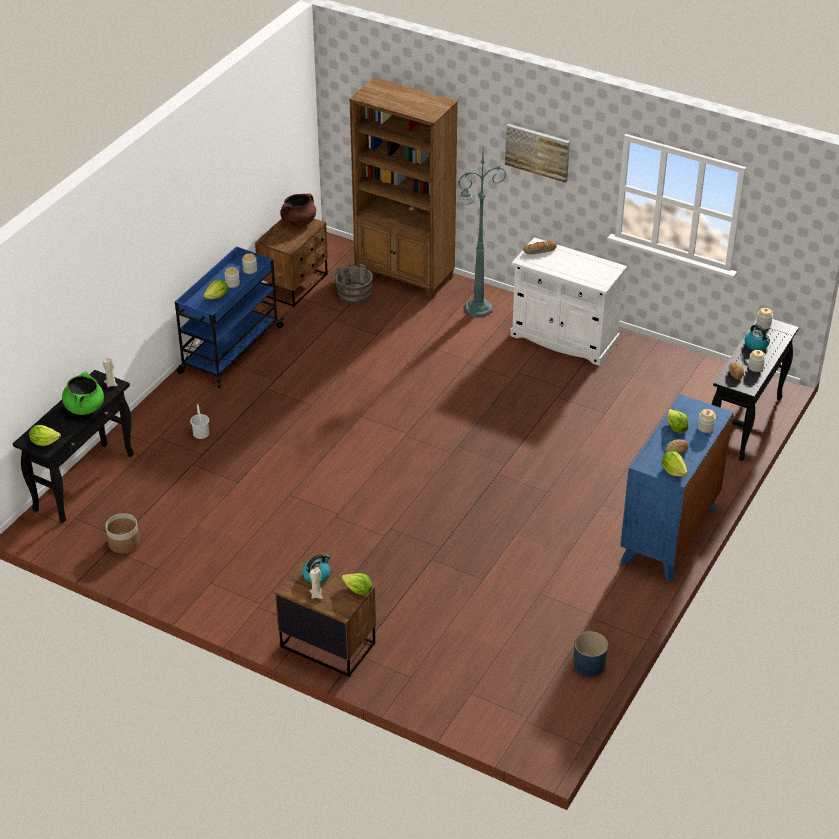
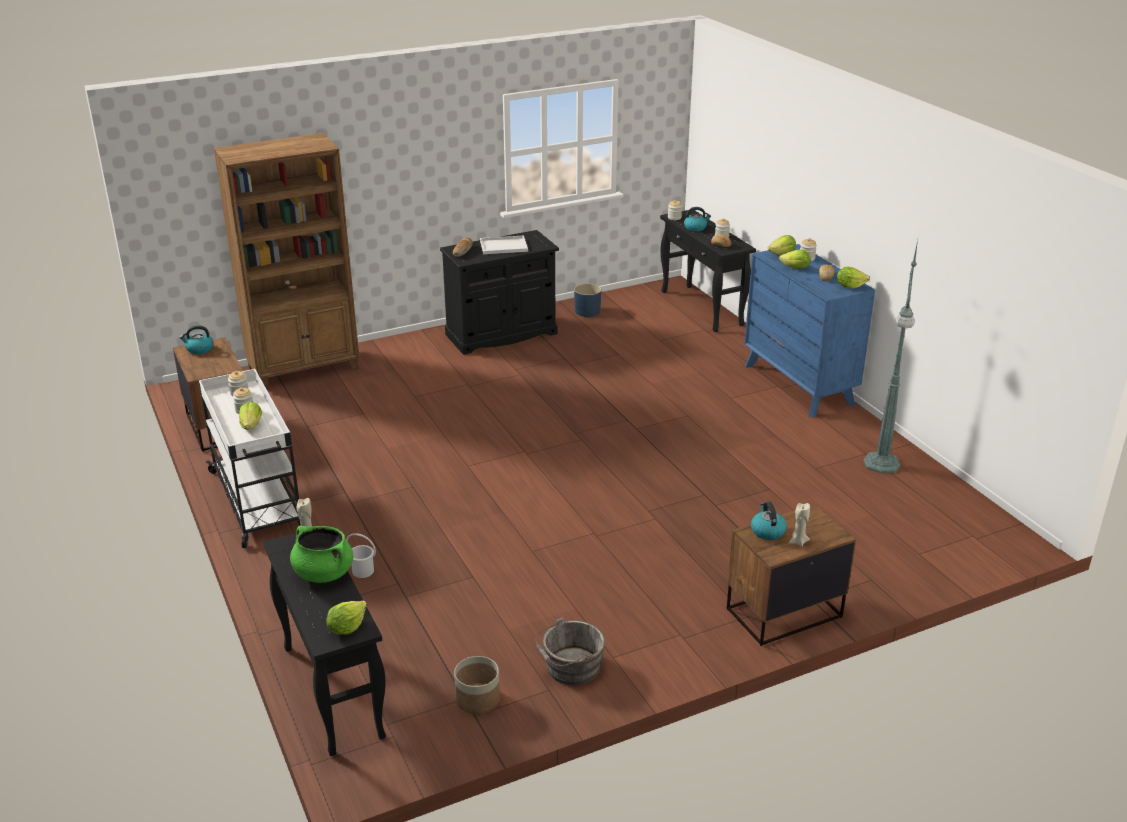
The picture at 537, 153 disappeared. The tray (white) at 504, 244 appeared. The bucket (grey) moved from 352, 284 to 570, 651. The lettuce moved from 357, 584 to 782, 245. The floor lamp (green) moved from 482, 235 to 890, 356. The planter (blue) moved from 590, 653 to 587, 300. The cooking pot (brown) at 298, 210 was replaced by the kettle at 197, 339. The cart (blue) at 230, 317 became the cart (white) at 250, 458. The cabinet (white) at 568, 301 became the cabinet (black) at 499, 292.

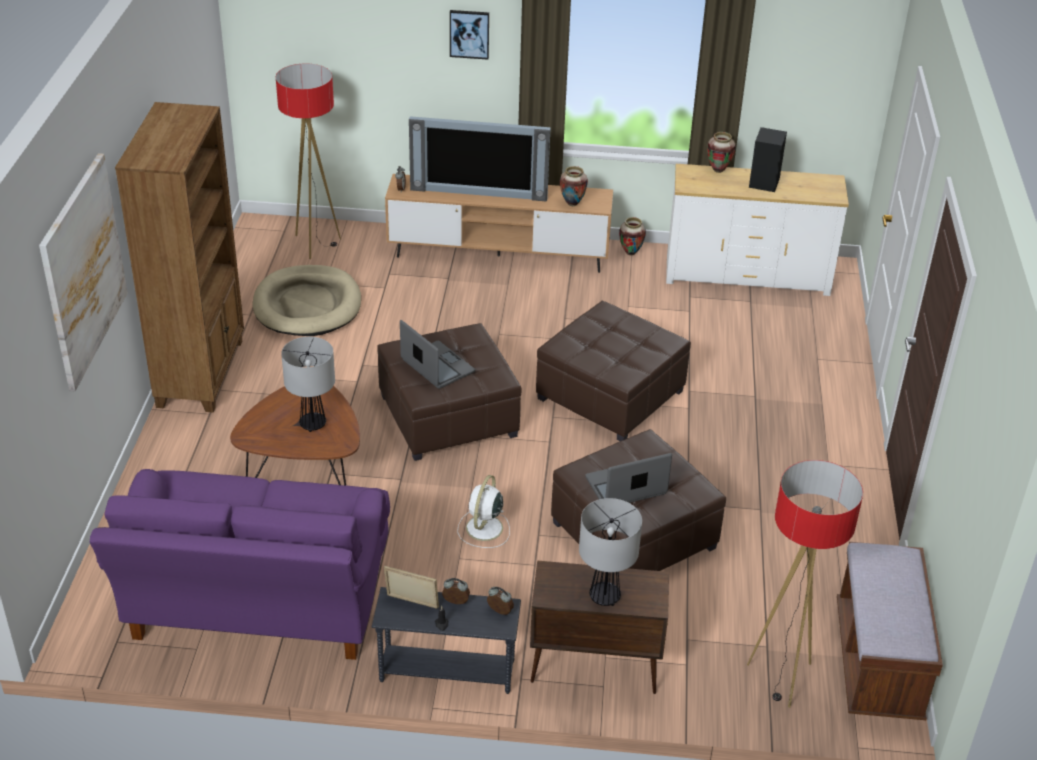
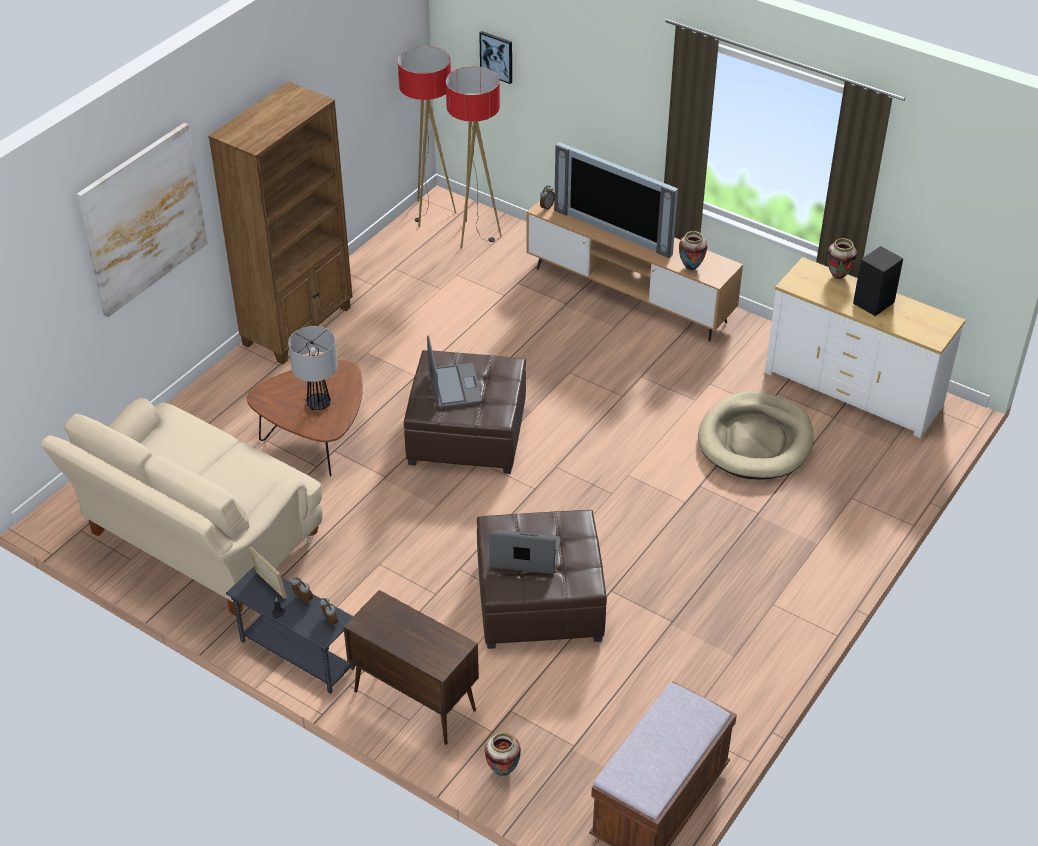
The fan (white) at 483, 511 disappeared. The ottoman (brown) at 613, 371 disappeared. The table lamp at 610, 552 disappeared. The dog bed (beige) moved from 307, 300 to 756, 435. The picture moved from 469, 35 to 495, 57. The vase moved from 632, 236 to 503, 754. The floor lamp moved from 805, 584 to 427, 136. The sofa (purple) at 239, 564 became the sofa (beige) at 182, 507.

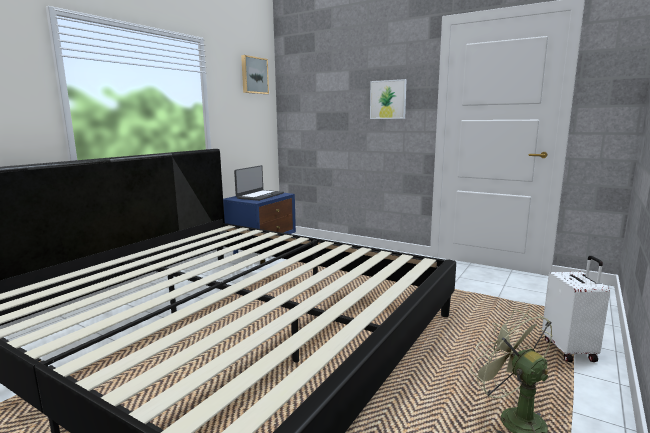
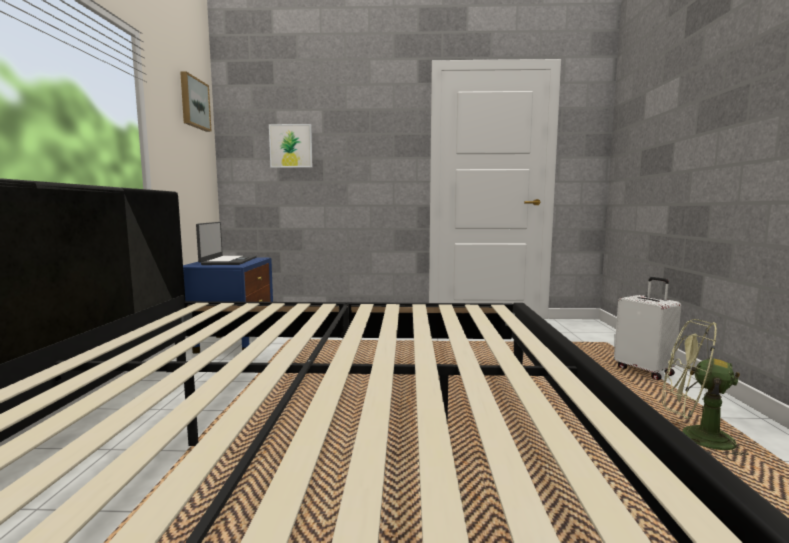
The picture moved from 388, 99 to 291, 146.

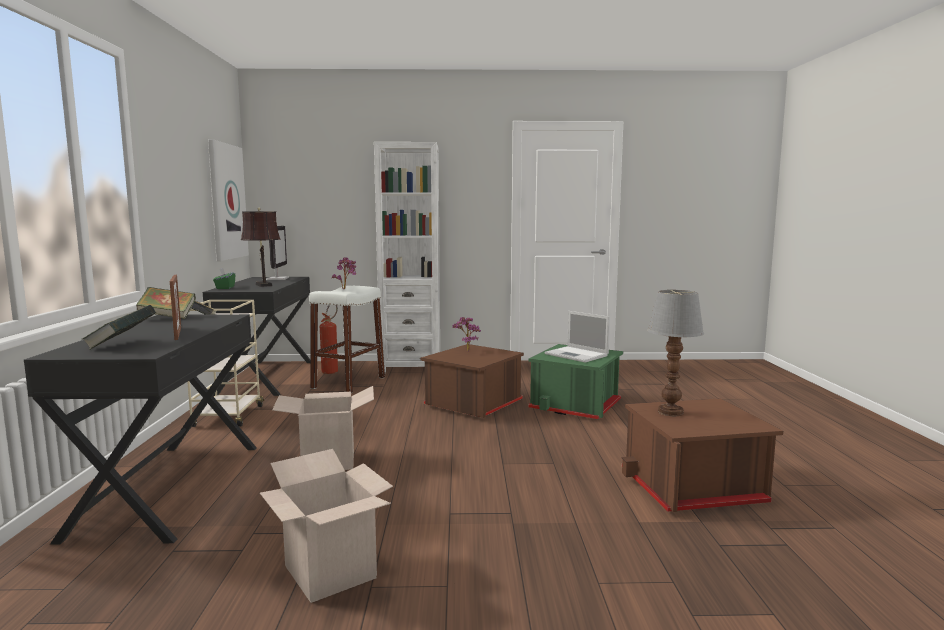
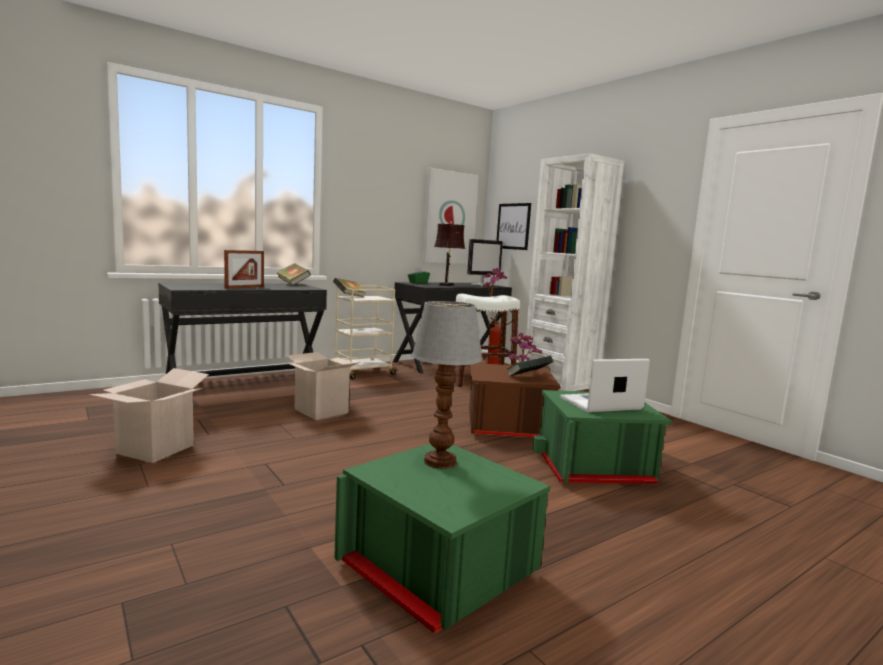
The picture at 513, 226 appeared. The book moved from 118, 327 to 530, 366. The storage box (brown) at 702, 455 became the storage box (green) at 442, 539. The laptop at 577, 337 turned 60 degrees clockwise.

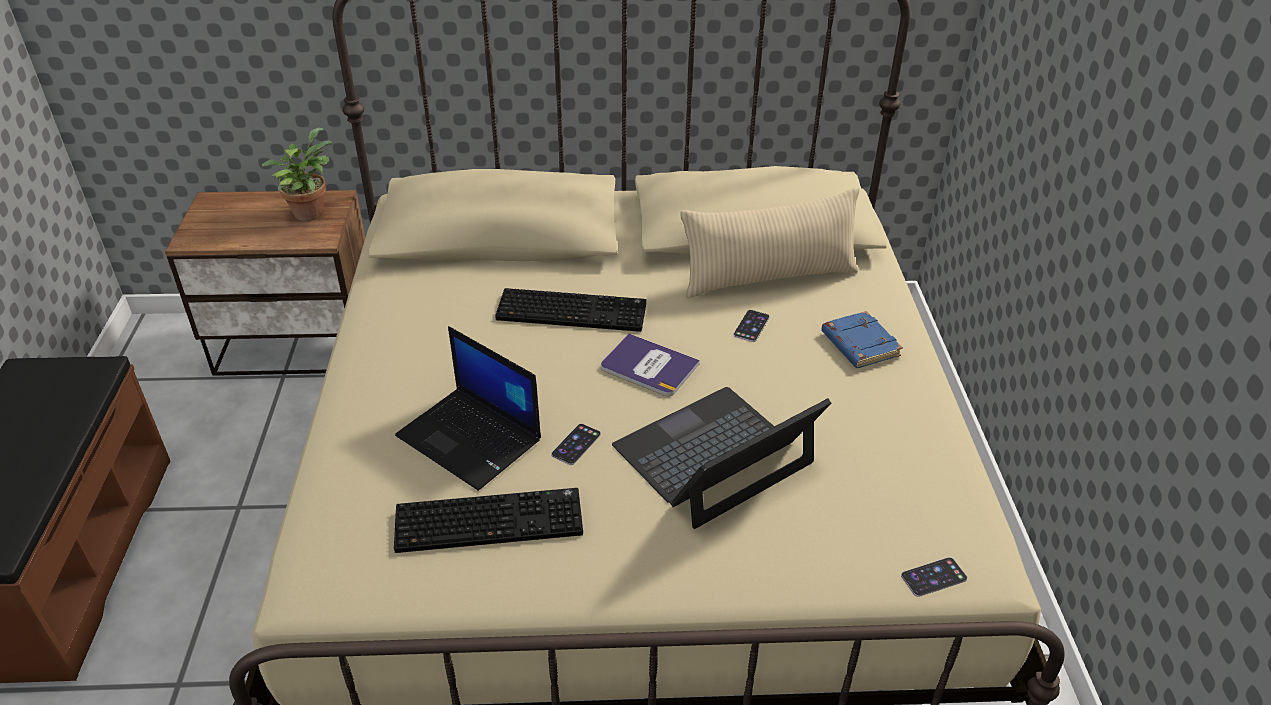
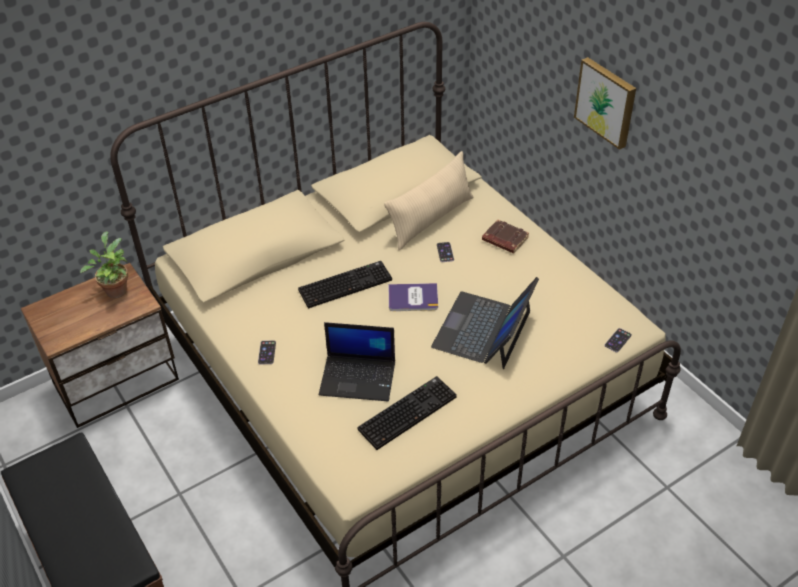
The picture at 605, 103 appeared. The phone moved from 576, 444 to 267, 352. The book (blue) at 862, 339 became the book (brown) at 505, 236.

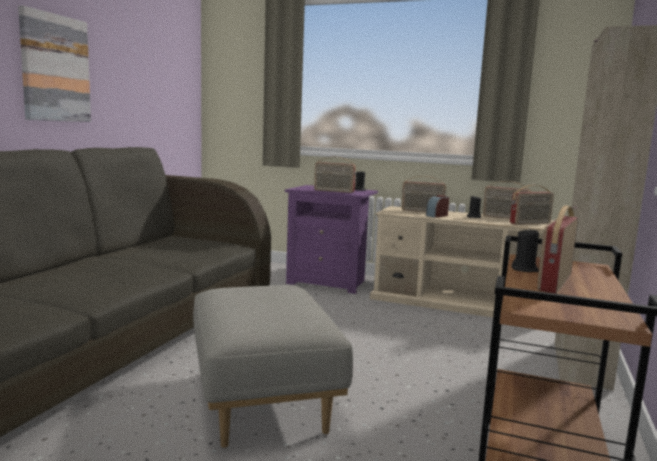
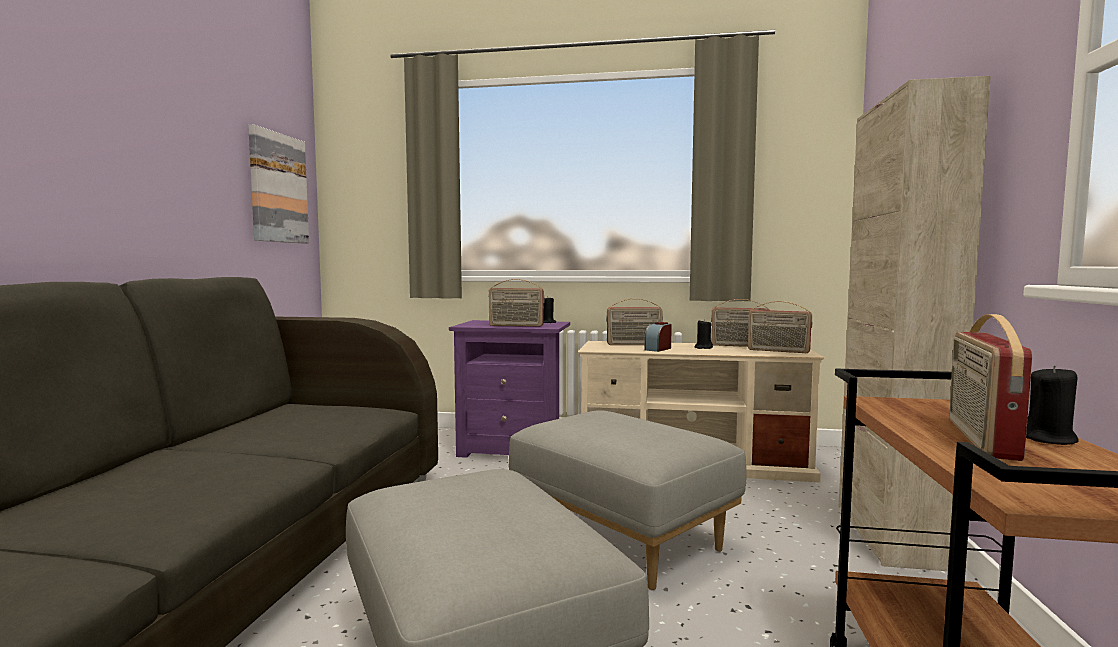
The ottoman (grey) at 627, 500 appeared. The picture moved from 54, 64 to 278, 184. The candle (black) moved from 525, 250 to 1052, 405. The radio at 532, 205 turned 60 degrees clockwise.

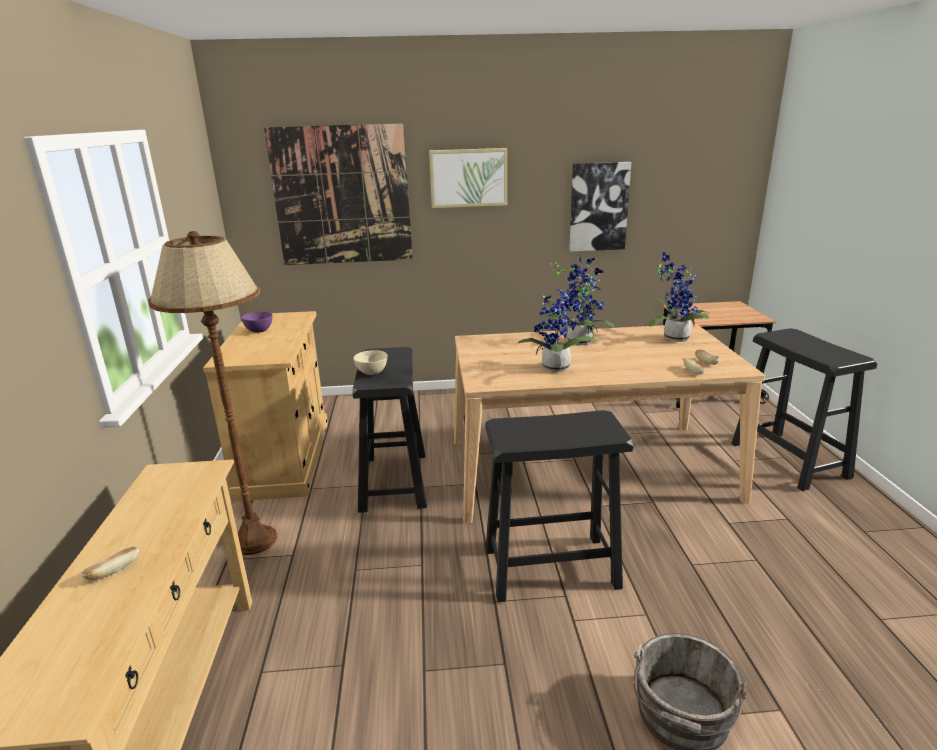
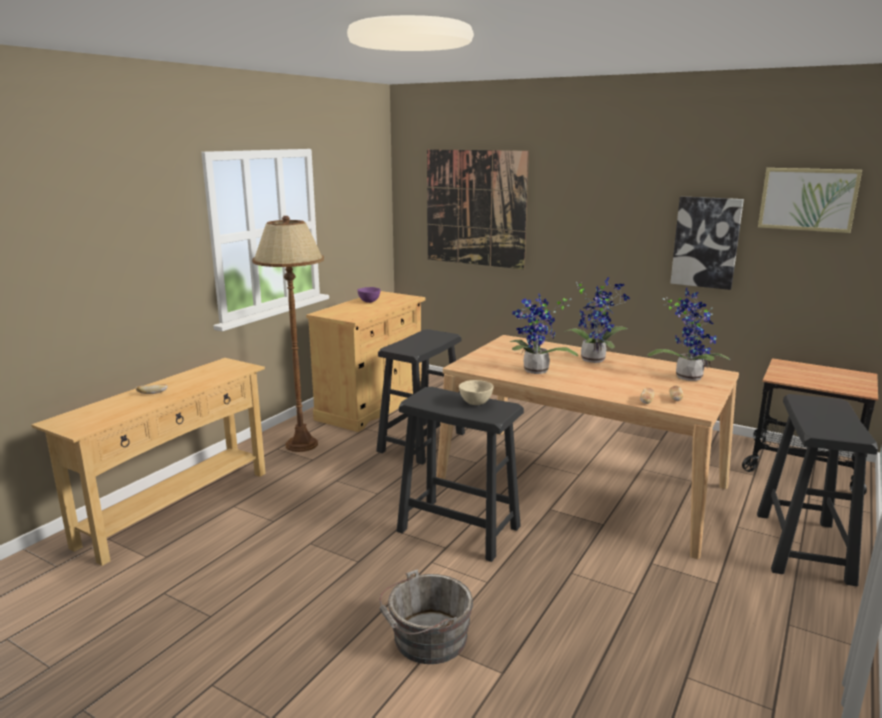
The bowl (beige) moved from 370, 362 to 476, 392. The picture moved from 468, 178 to 810, 200.

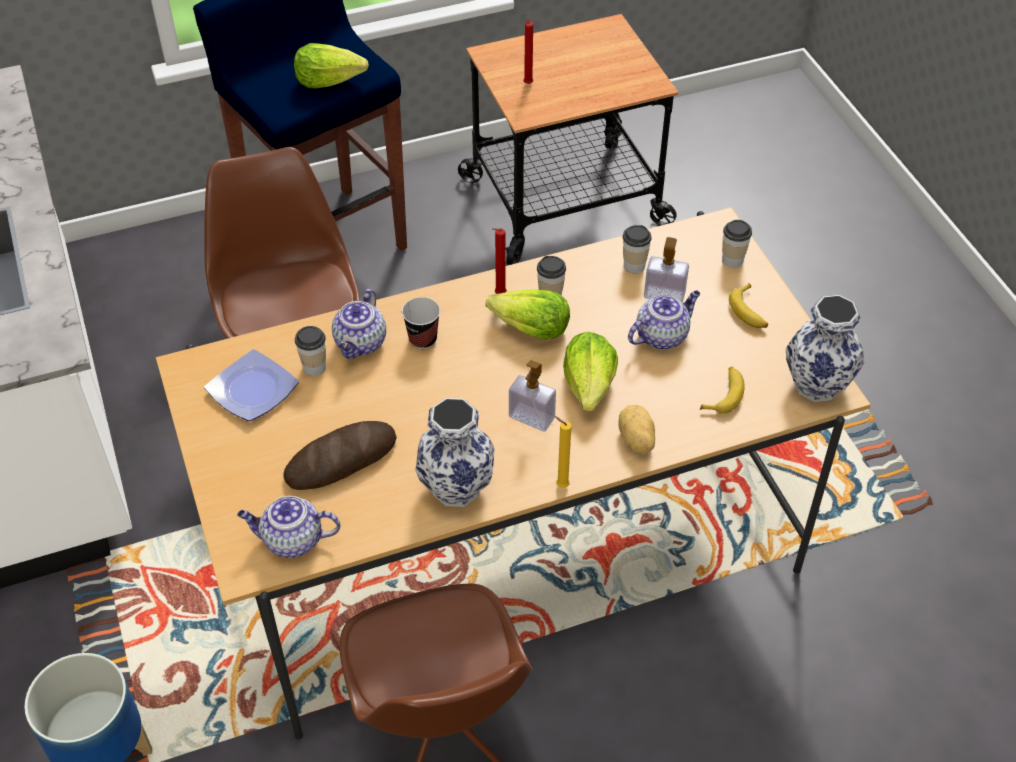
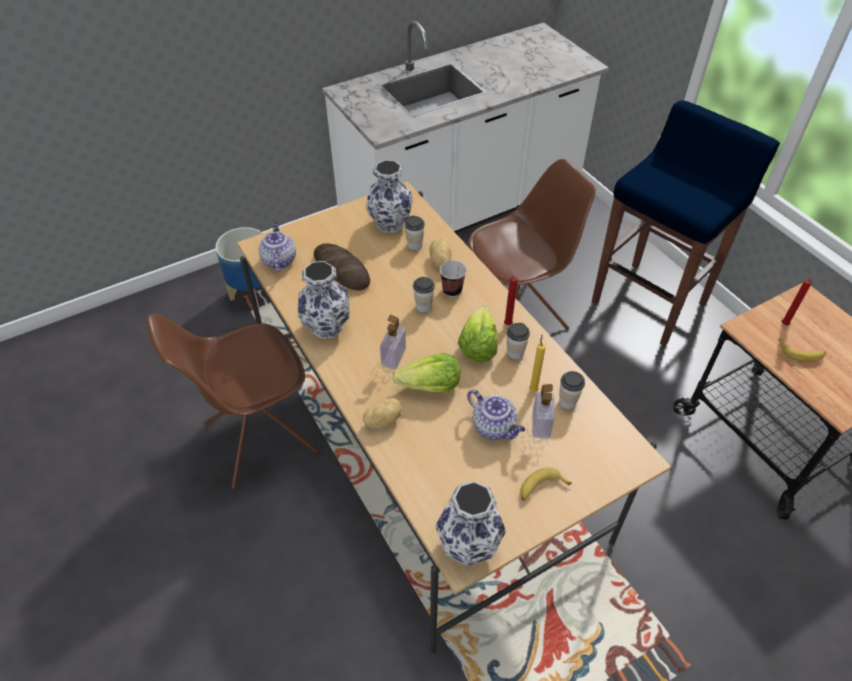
The lettuce at 331, 65 disappeared. The candle (yellow) moved from 562, 452 to 537, 363. The banana moved from 722, 390 to 802, 350. The cup moved from 737, 244 to 424, 294. The plate at 251, 385 was replaced by the vase at 389, 196. The teapot at 359, 324 was replaced by the potato at 440, 253.

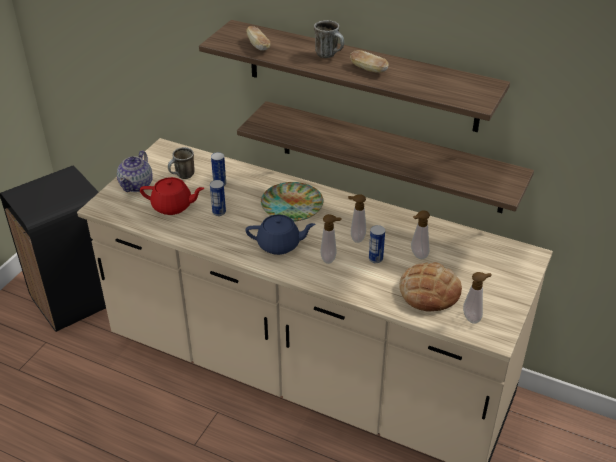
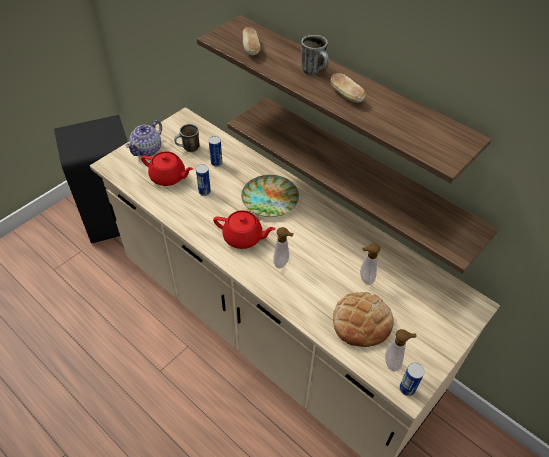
The soap dispenser at 357, 218 disappeared. The can moved from 377, 244 to 412, 379. The teapot (blue) at 280, 234 became the teapot (red) at 244, 229.

